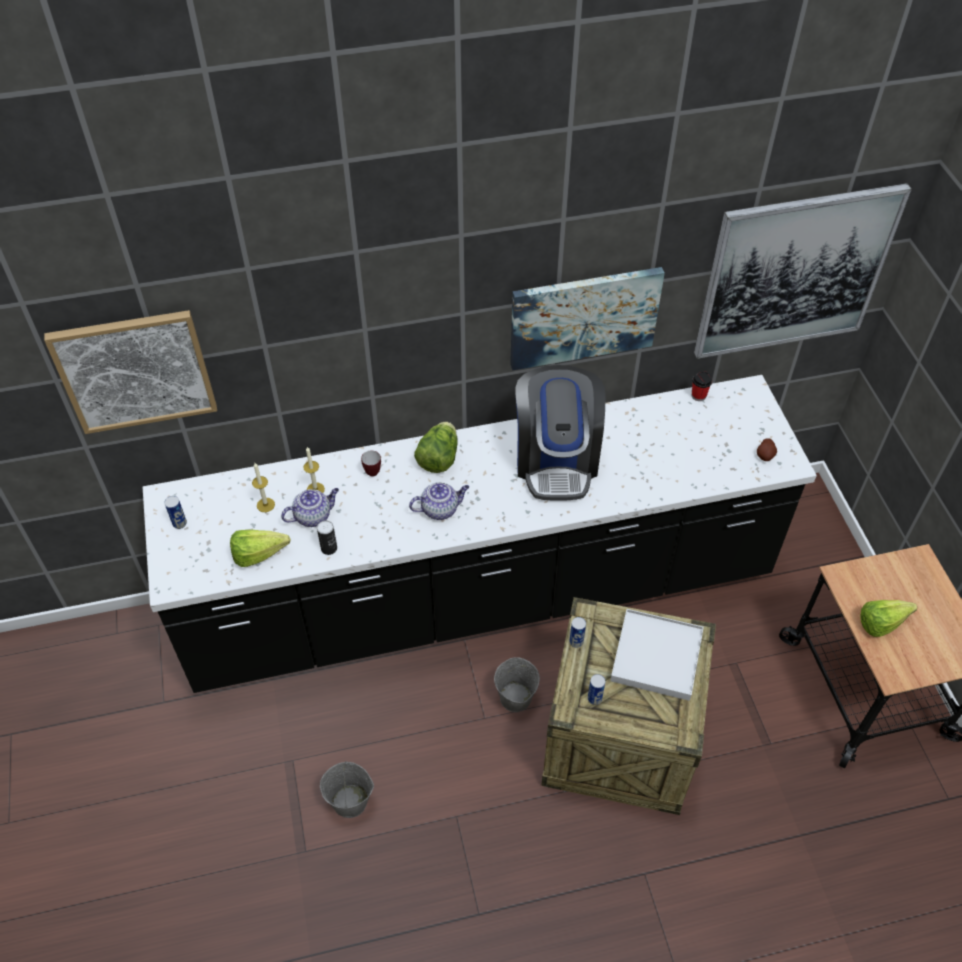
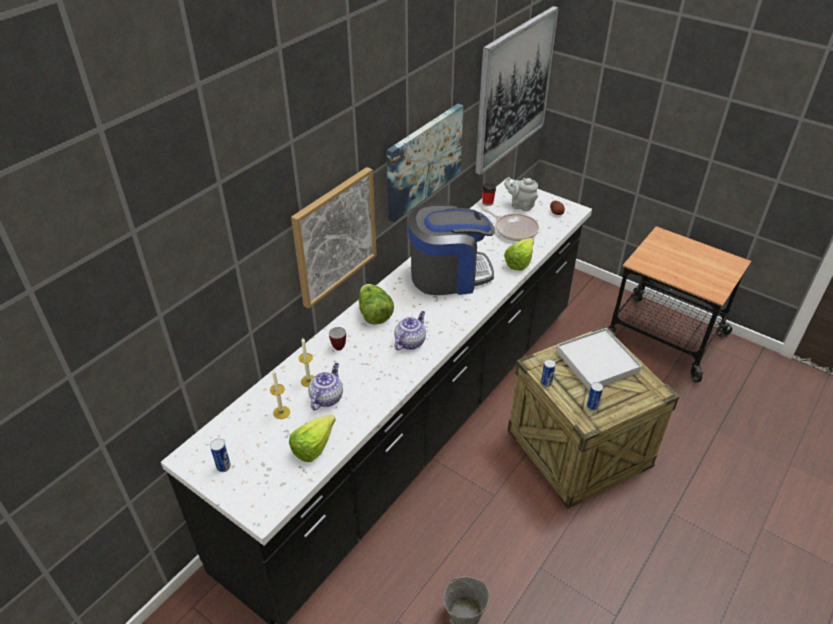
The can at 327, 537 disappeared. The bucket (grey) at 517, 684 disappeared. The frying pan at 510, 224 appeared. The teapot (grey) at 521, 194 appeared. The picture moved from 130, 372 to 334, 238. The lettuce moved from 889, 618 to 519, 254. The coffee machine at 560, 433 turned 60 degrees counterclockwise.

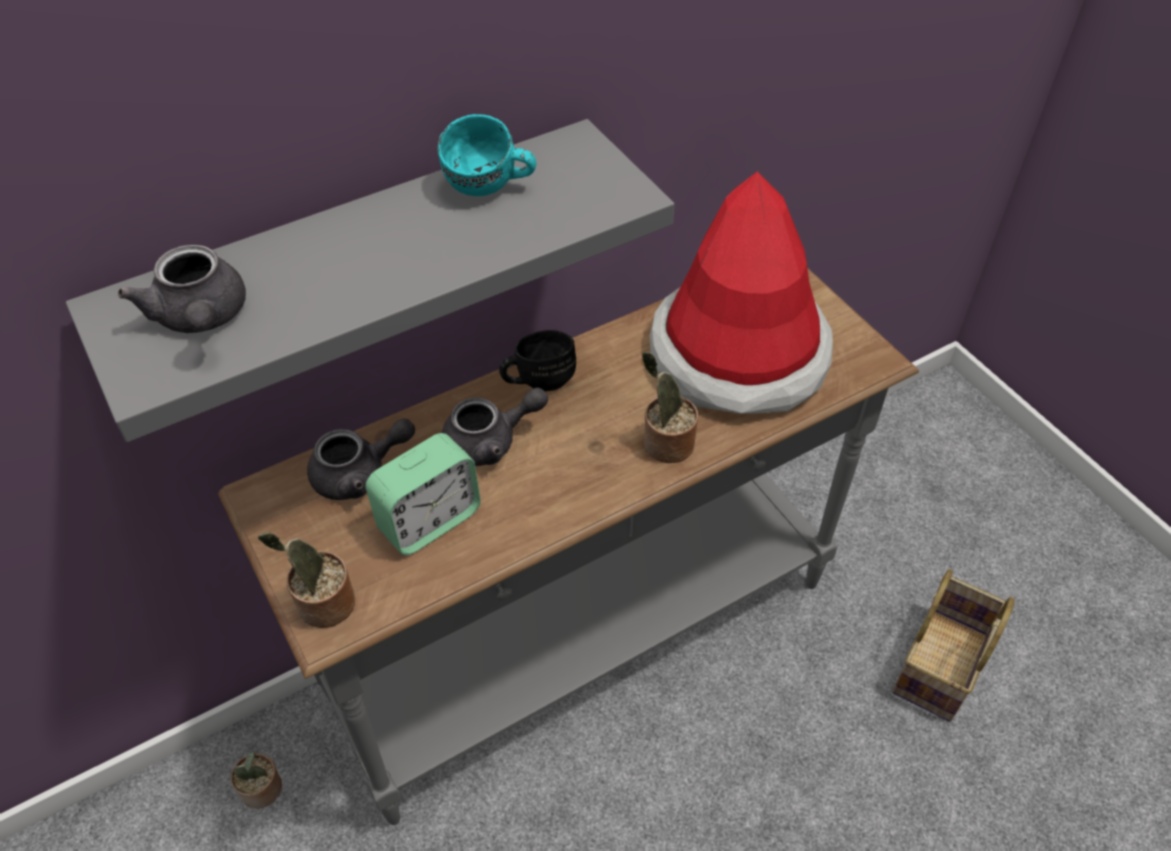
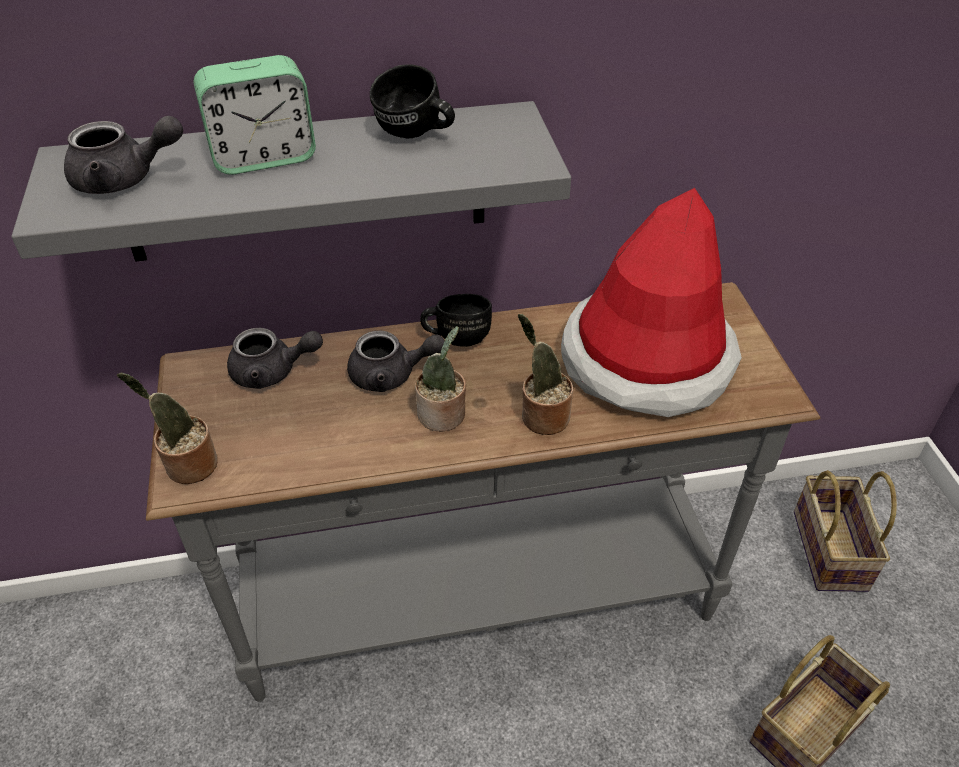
The basket at 845, 531 appeared. The potted plant moved from 256, 780 to 440, 378. The alarm clock moved from 423, 494 to 254, 115. The mug (turquoise) at 487, 155 became the mug (black) at 412, 101. The teapot (grey) at 182, 289 turned 90 degrees counterclockwise.

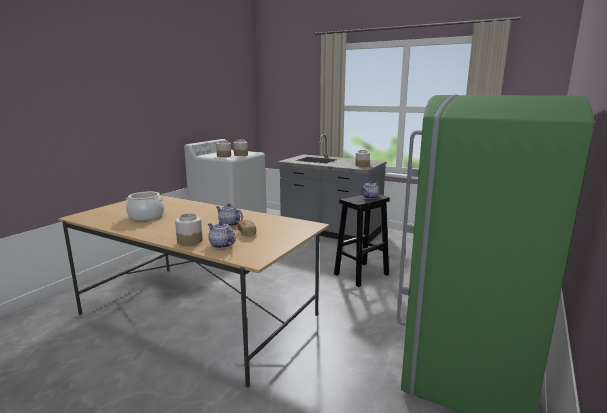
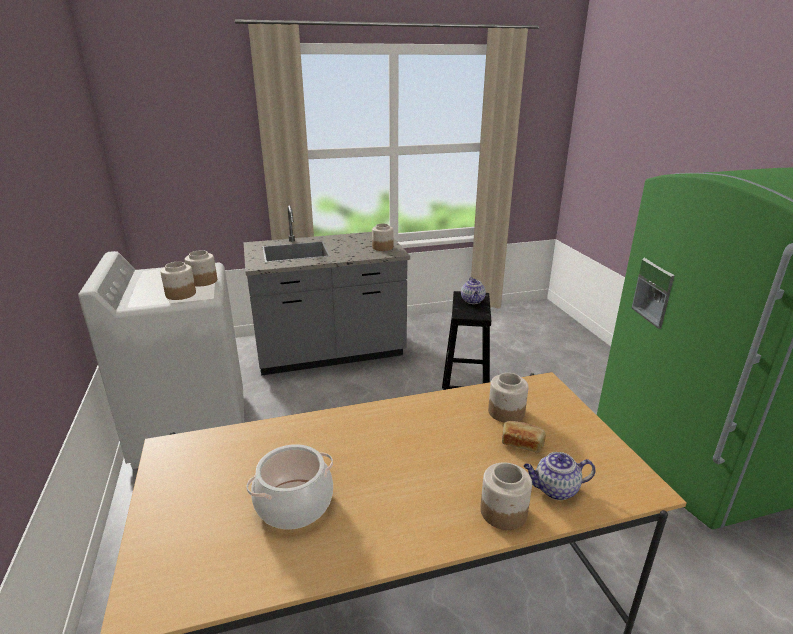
The teapot at 229, 215 disappeared. The jar at 508, 398 appeared.

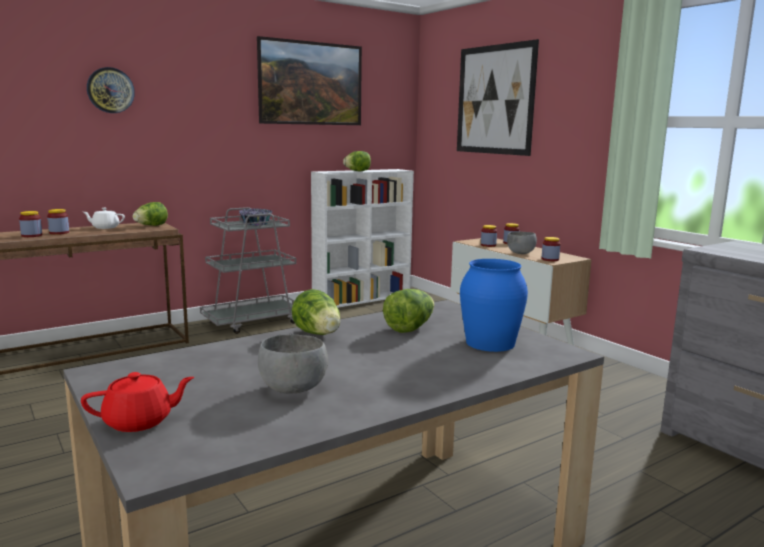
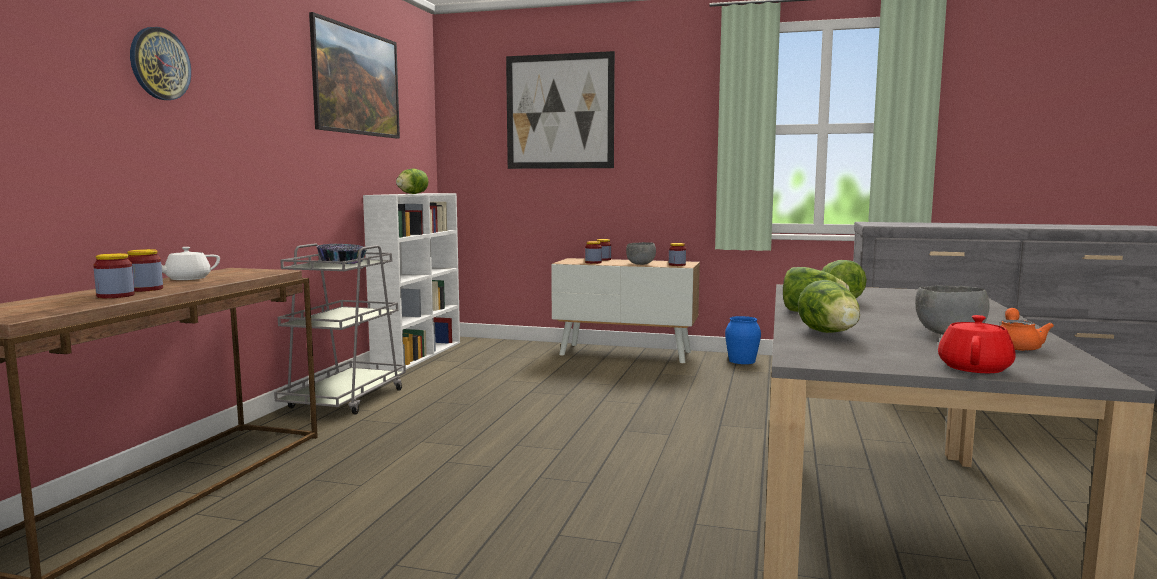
The teapot (orange) at 1027, 329 appeared. The lettuce moved from 150, 214 to 829, 306. The vase (blue) moved from 494, 305 to 743, 340.

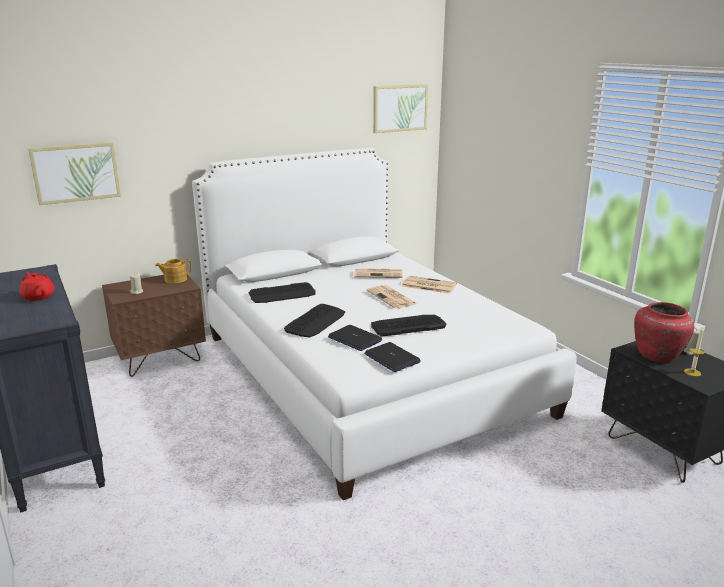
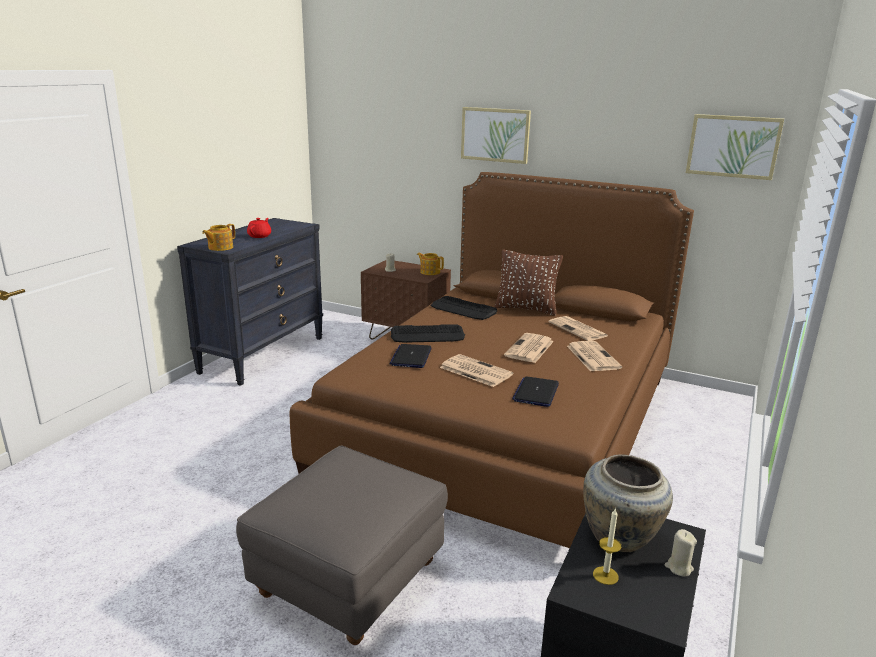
The teapot at 218, 237 appeared. The ottoman (grey) at 342, 545 appeared. The pillow (brown) at 529, 282 appeared. The picture moved from 74, 173 to 496, 135. The laptop moved from 392, 357 to 535, 391. The keyboard at 408, 325 was replaced by the newspaper at 476, 370. The bed (white) at 384, 324 became the bed (brown) at 492, 360. The vase (red) at 664, 332 became the vase (beige) at 628, 503.

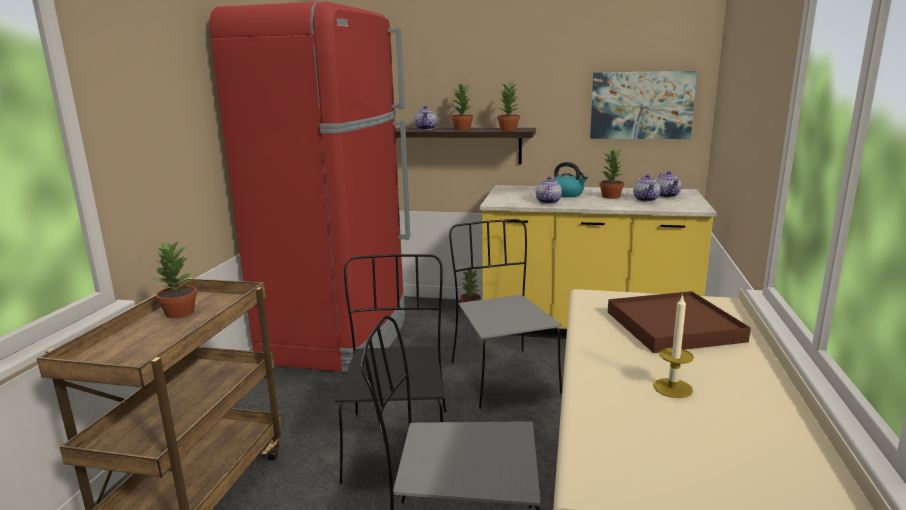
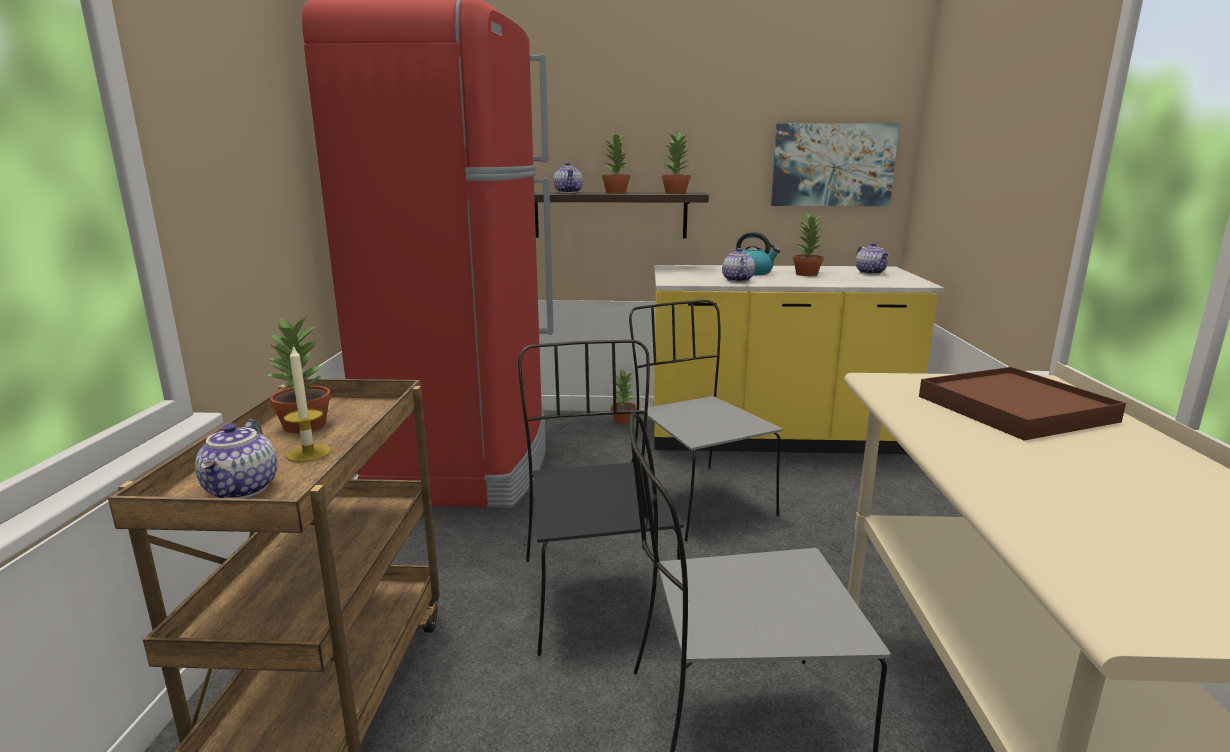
The teapot moved from 647, 188 to 236, 458. The candle moved from 673, 346 to 307, 403.

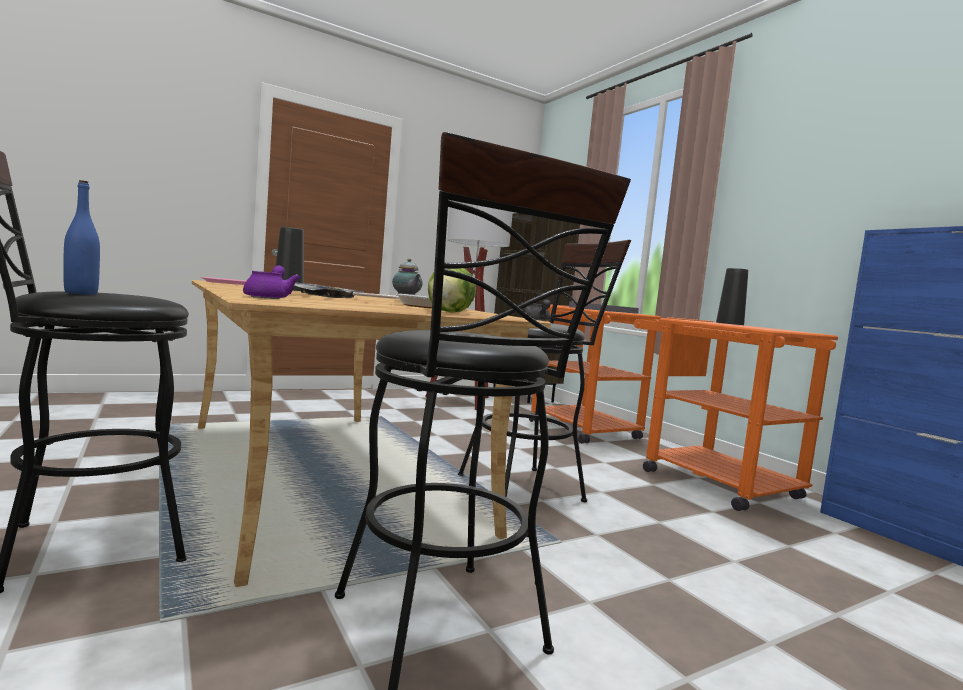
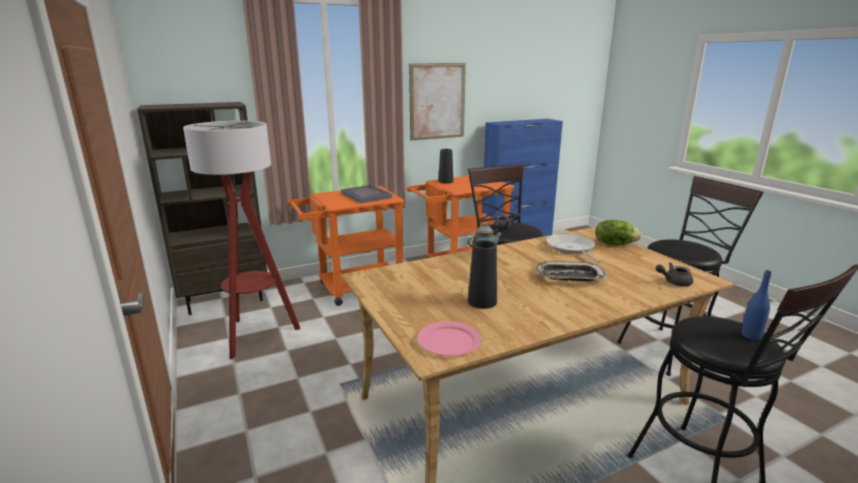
The picture at 437, 101 appeared. The teapot (purple) at 271, 282 became the teapot (grey) at 674, 274.

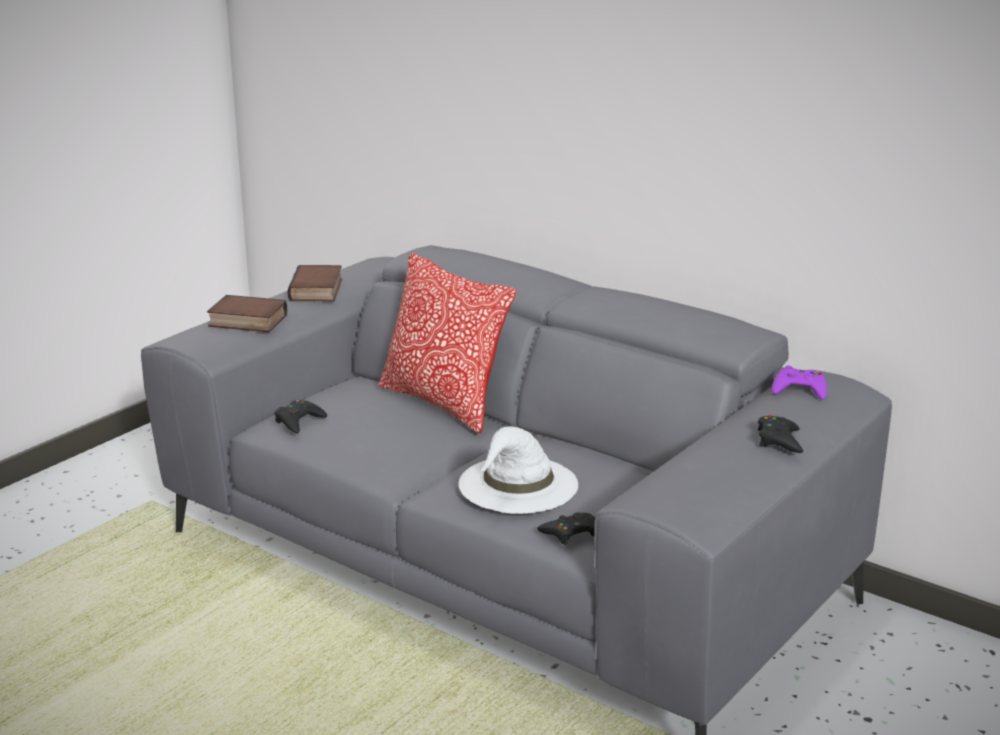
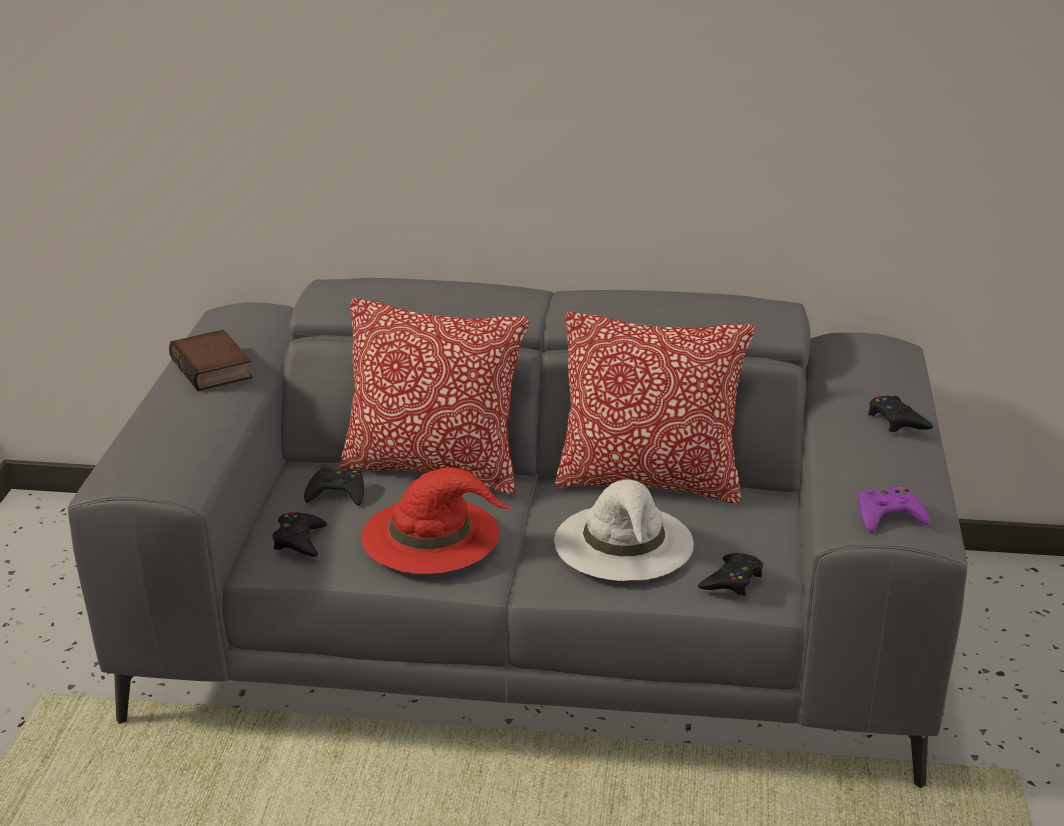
The book at 247, 313 disappeared. The game controller (black) at 334, 486 appeared. The hat (red) at 437, 520 appeared. The pillow at 655, 408 appeared. The game controller (purple) moved from 799, 383 to 894, 509.

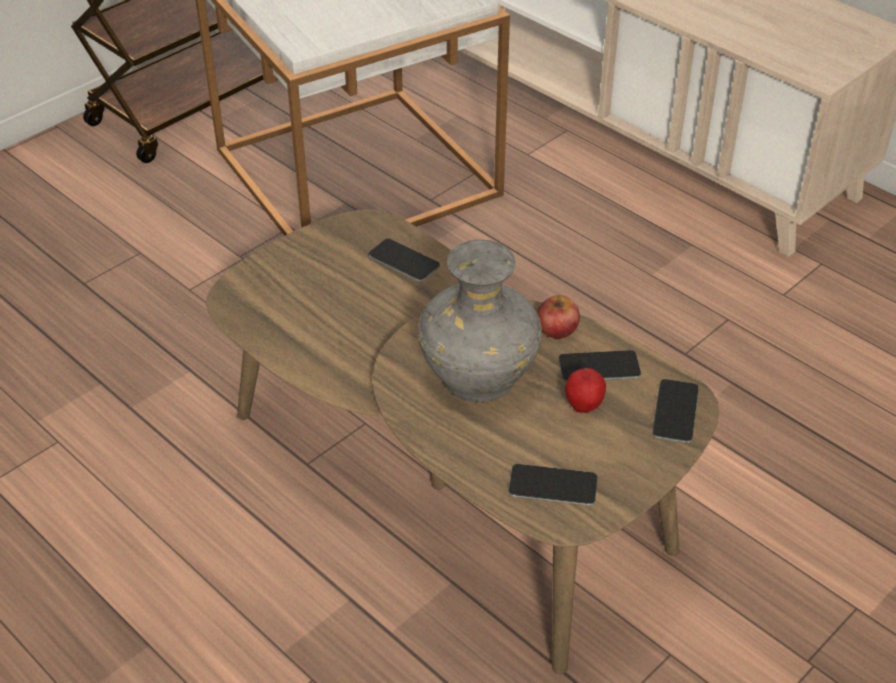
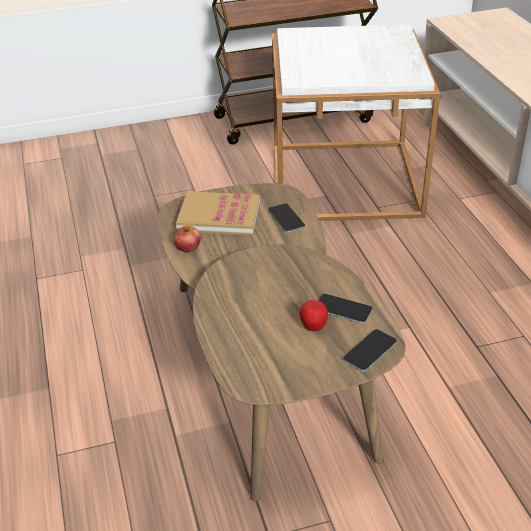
The vase (grey) at 480, 321 disappeared. The phone at 553, 485 disappeared. The book at 218, 213 appeared. The apple moved from 558, 316 to 187, 239.

